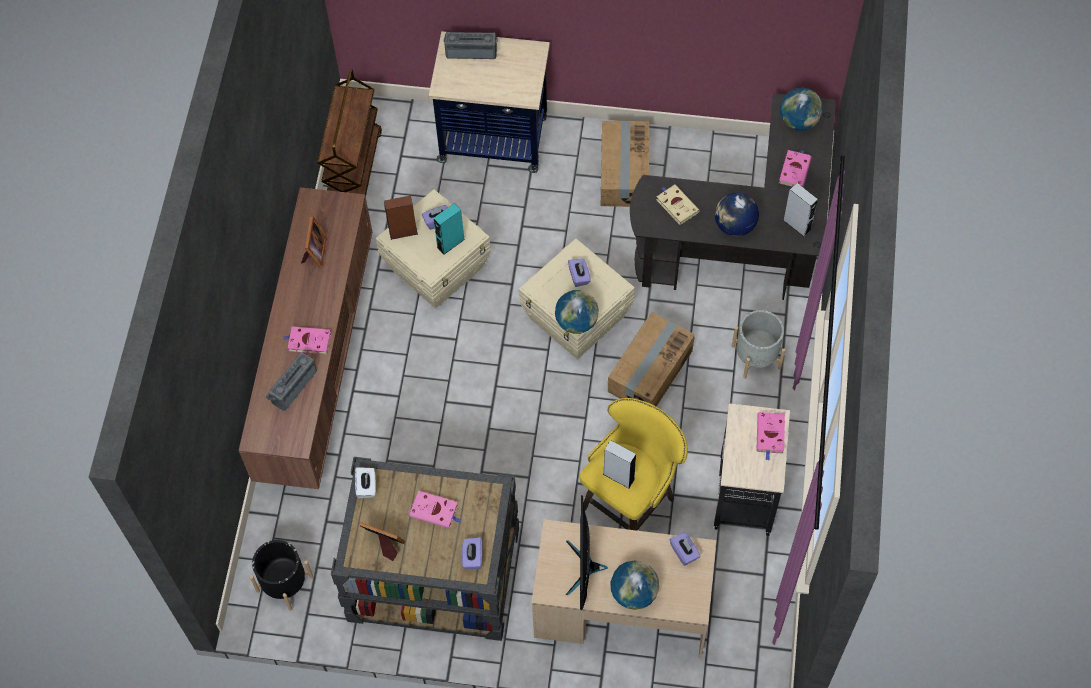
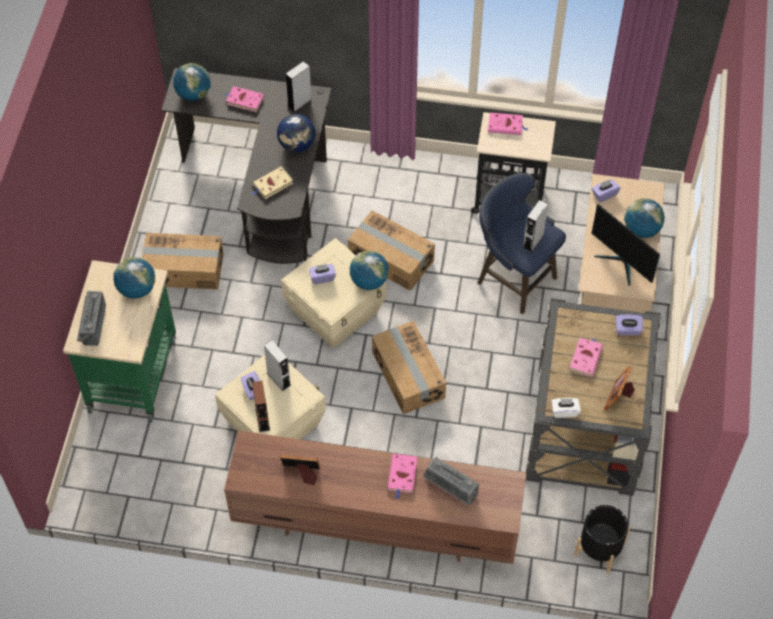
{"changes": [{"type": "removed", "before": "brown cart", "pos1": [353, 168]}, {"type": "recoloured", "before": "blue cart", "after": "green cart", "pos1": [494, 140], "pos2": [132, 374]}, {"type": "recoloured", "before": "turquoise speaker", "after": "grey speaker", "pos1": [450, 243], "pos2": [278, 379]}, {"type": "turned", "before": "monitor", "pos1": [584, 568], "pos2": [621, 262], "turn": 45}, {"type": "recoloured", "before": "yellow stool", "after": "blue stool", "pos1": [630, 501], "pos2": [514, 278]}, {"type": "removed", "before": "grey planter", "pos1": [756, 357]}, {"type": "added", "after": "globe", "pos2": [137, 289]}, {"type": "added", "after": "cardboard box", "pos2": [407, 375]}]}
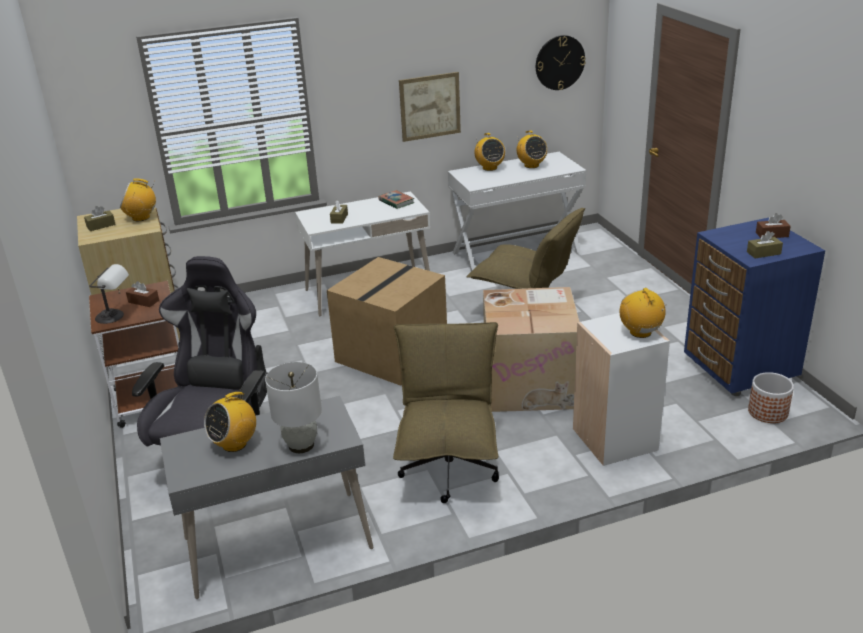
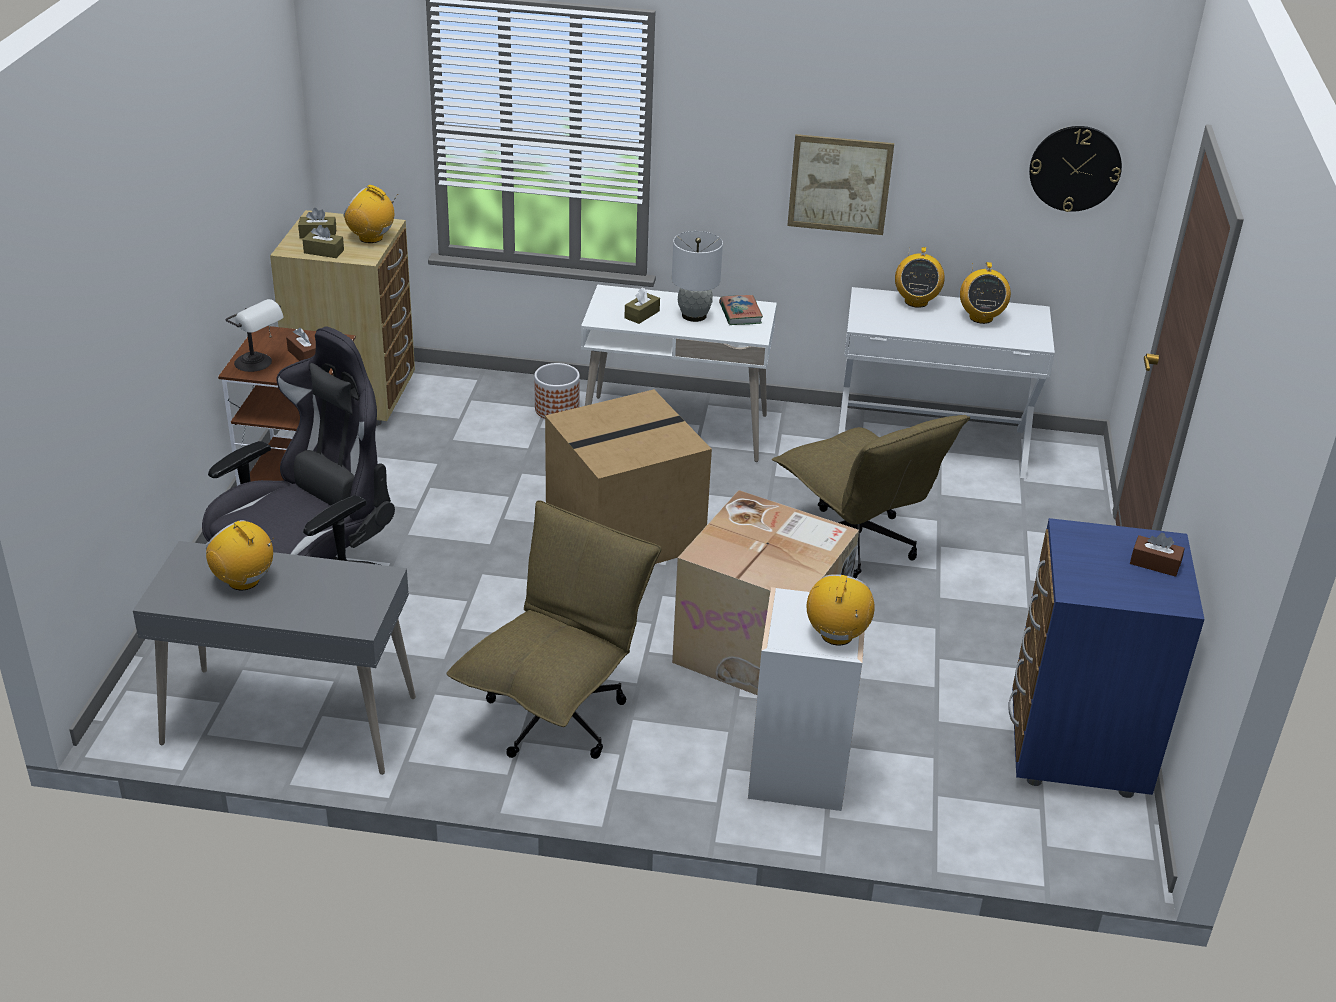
{"changes": [{"type": "turned", "before": "radio", "pos1": [234, 444], "pos2": [244, 581], "turn": 60}, {"type": "moved", "before": "white table lamp", "pos1": [301, 445], "pos2": [694, 315]}, {"type": "moved", "before": "brown tissue box", "pos1": [763, 253], "pos2": [324, 251]}, {"type": "moved", "before": "planter", "pos1": [768, 412], "pos2": [557, 409]}]}
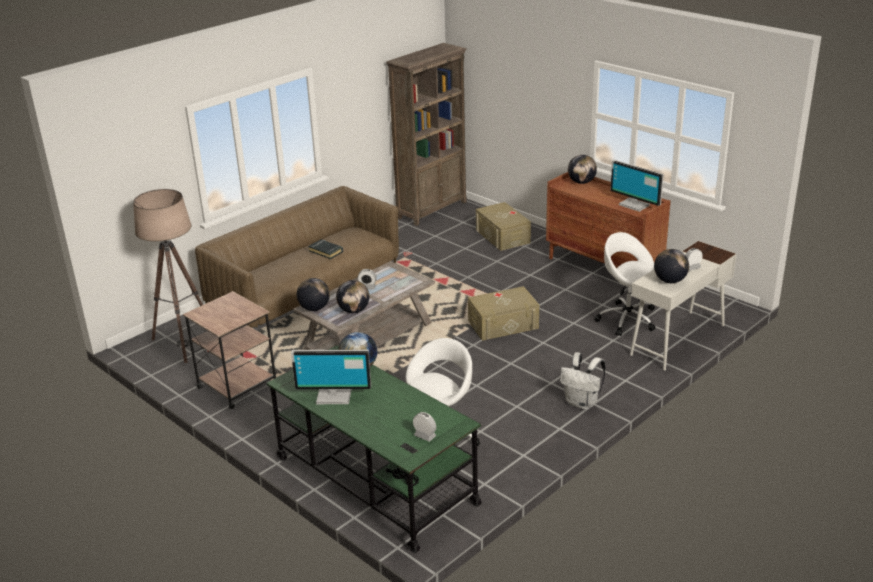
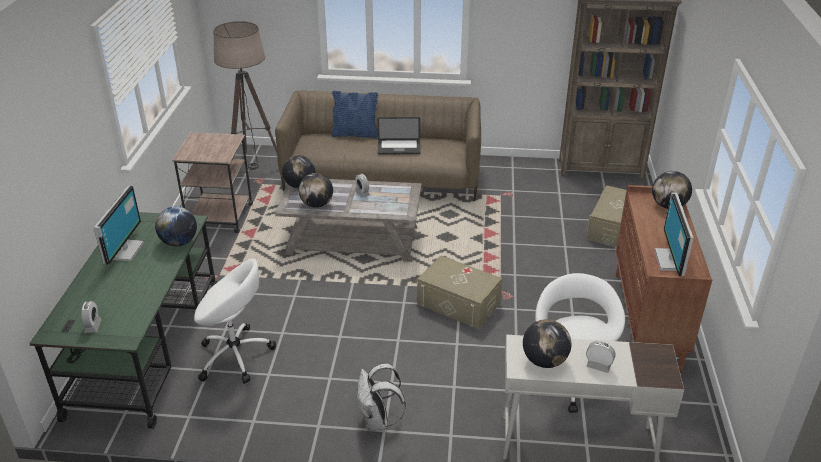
{"changes": [{"type": "turned", "before": "monitor", "pos1": [334, 396], "pos2": [124, 250], "turn": -135}, {"type": "replaced", "before": "black book", "after": "laptop", "pos1": [326, 251], "pos2": [399, 148]}, {"type": "added", "after": "blue pillow", "pos2": [355, 134]}]}
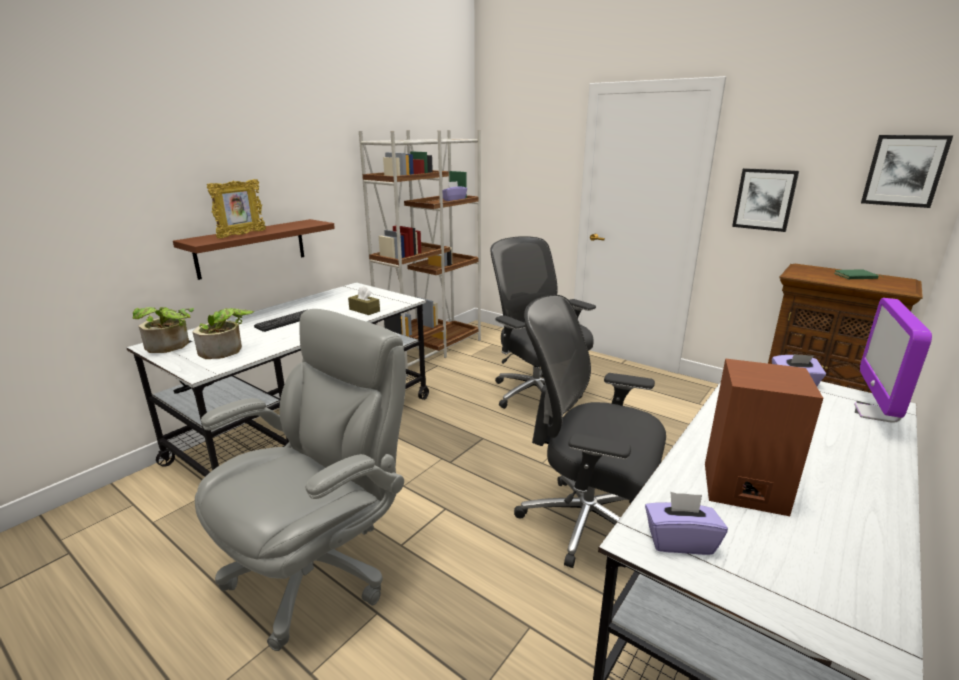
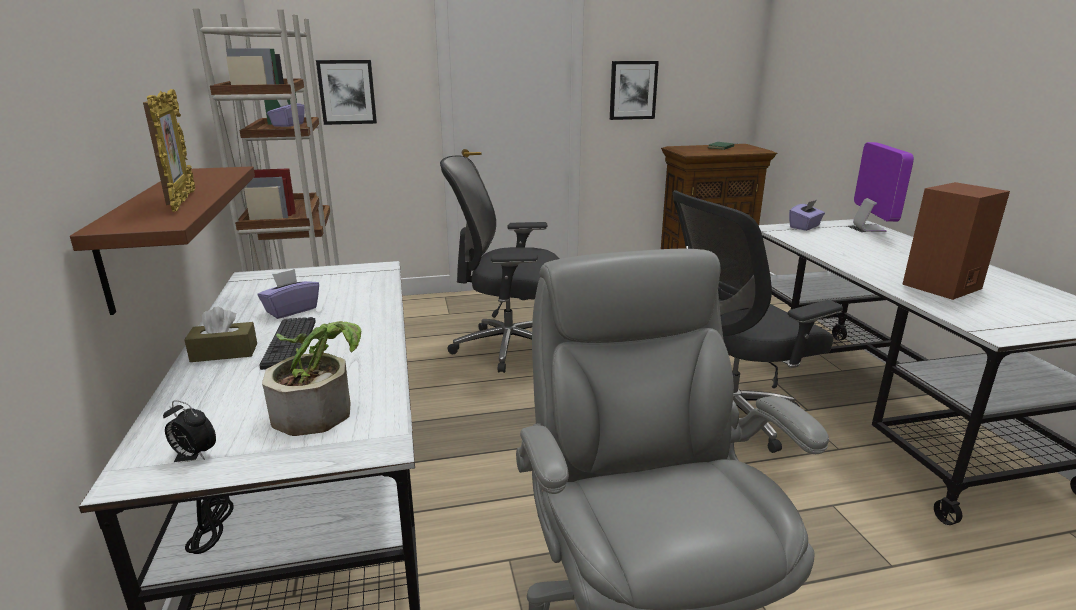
{"changes": [{"type": "replaced", "before": "potted plant", "after": "alarm clock", "pos1": [170, 347], "pos2": [194, 455]}, {"type": "moved", "before": "brown tissue box", "pos1": [364, 310], "pos2": [224, 352]}, {"type": "moved", "before": "purple tissue box", "pos1": [679, 541], "pos2": [291, 310]}, {"type": "turned", "before": "monitor", "pos1": [875, 414], "pos2": [869, 229], "turn": -150}, {"type": "moved", "before": "picture", "pos1": [904, 170], "pos2": [347, 92]}]}
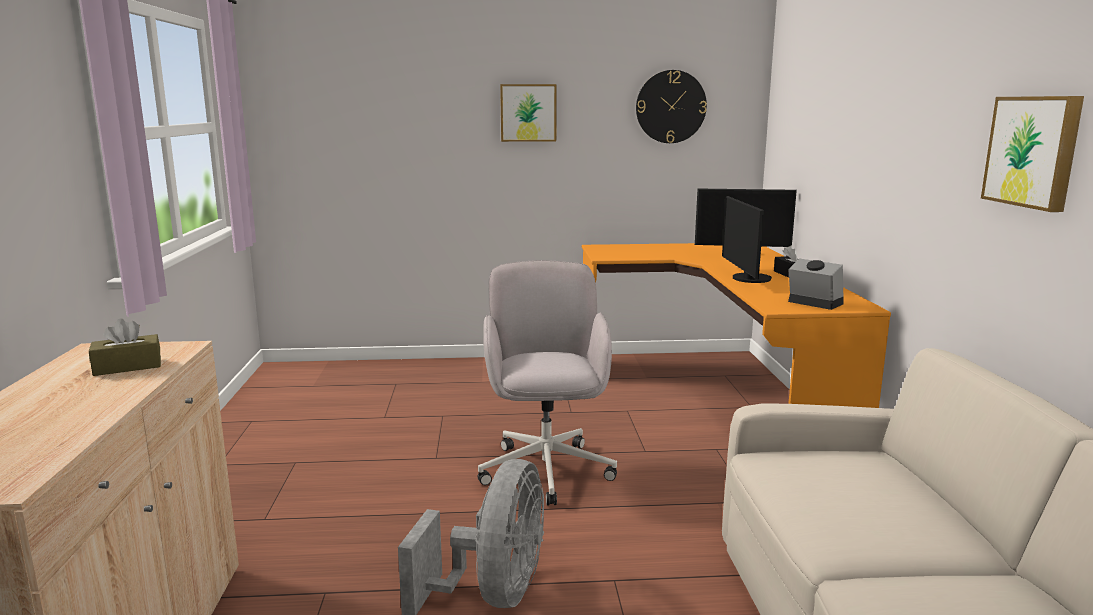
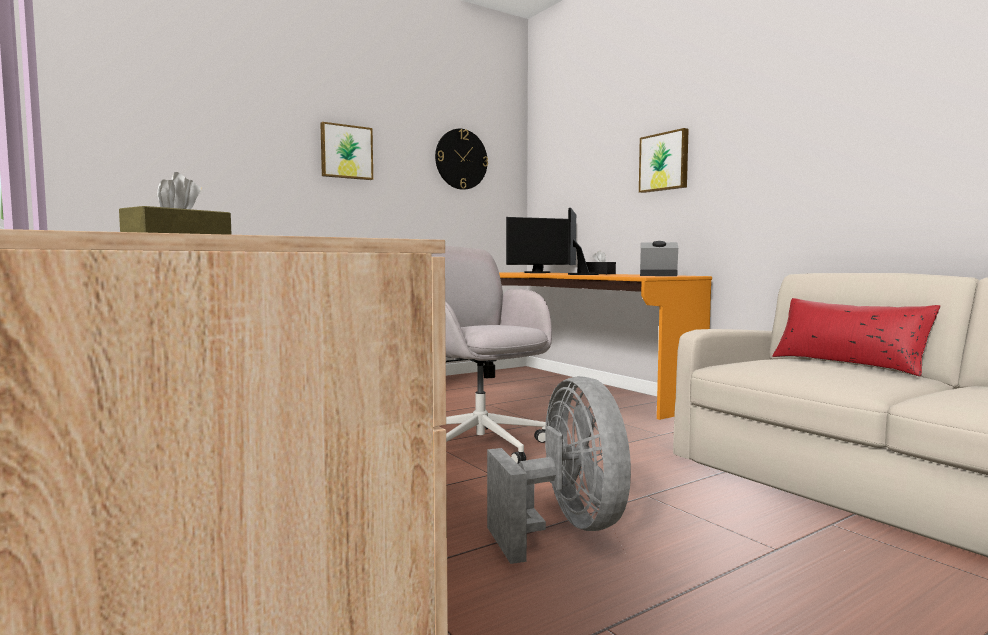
{"changes": [{"type": "turned", "before": "monitor", "pos1": [747, 278], "pos2": [579, 274], "turn": 45}, {"type": "moved", "before": "picture", "pos1": [1034, 151], "pos2": [664, 162]}, {"type": "added", "after": "red pillow", "pos2": [847, 364]}]}
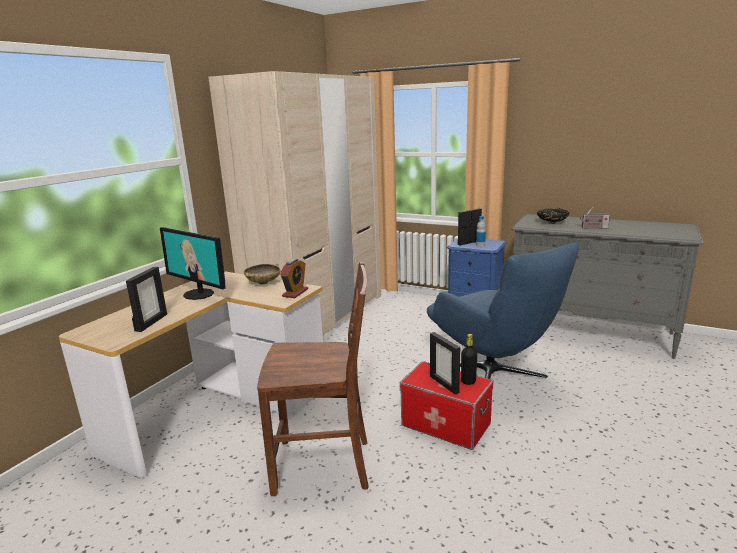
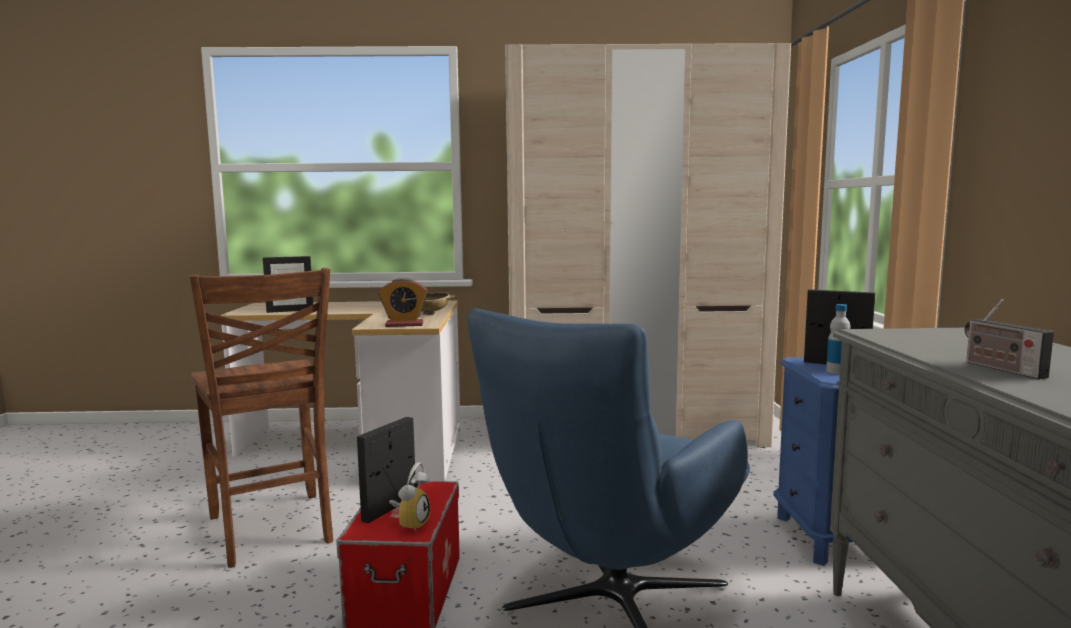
{"changes": [{"type": "removed", "before": "monitor", "pos1": [199, 294]}, {"type": "replaced", "before": "black bottle", "after": "alarm clock", "pos1": [468, 381], "pos2": [410, 524]}, {"type": "removed", "before": "black bowl", "pos1": [551, 223]}]}
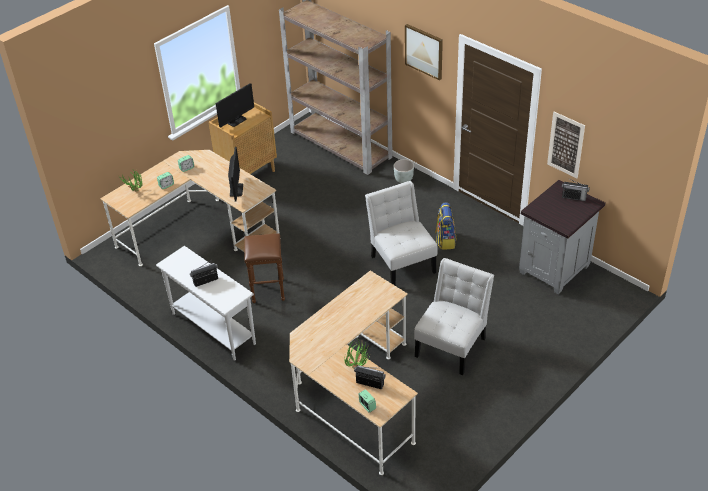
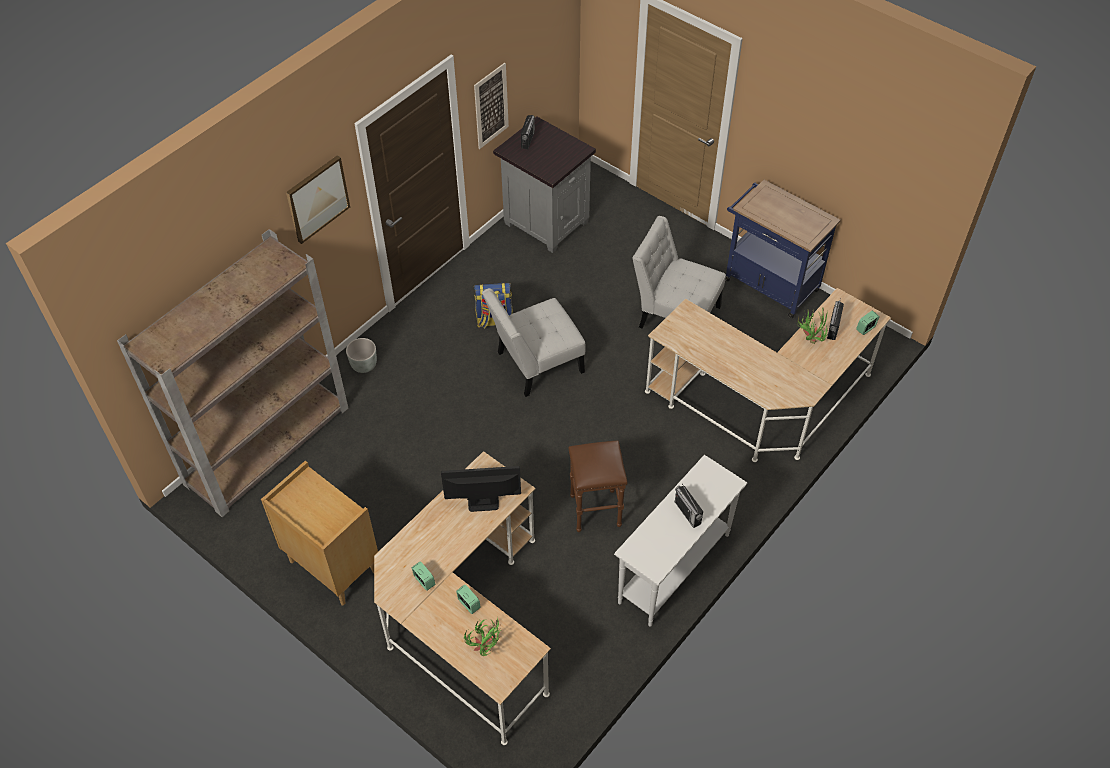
{"changes": [{"type": "removed", "before": "monitor", "pos1": [236, 120]}, {"type": "added", "after": "blue cart", "pos2": [768, 284]}]}
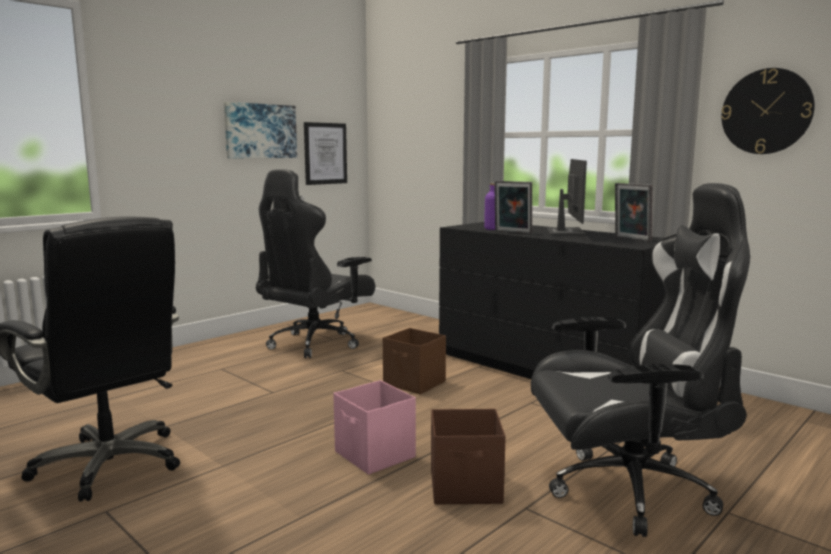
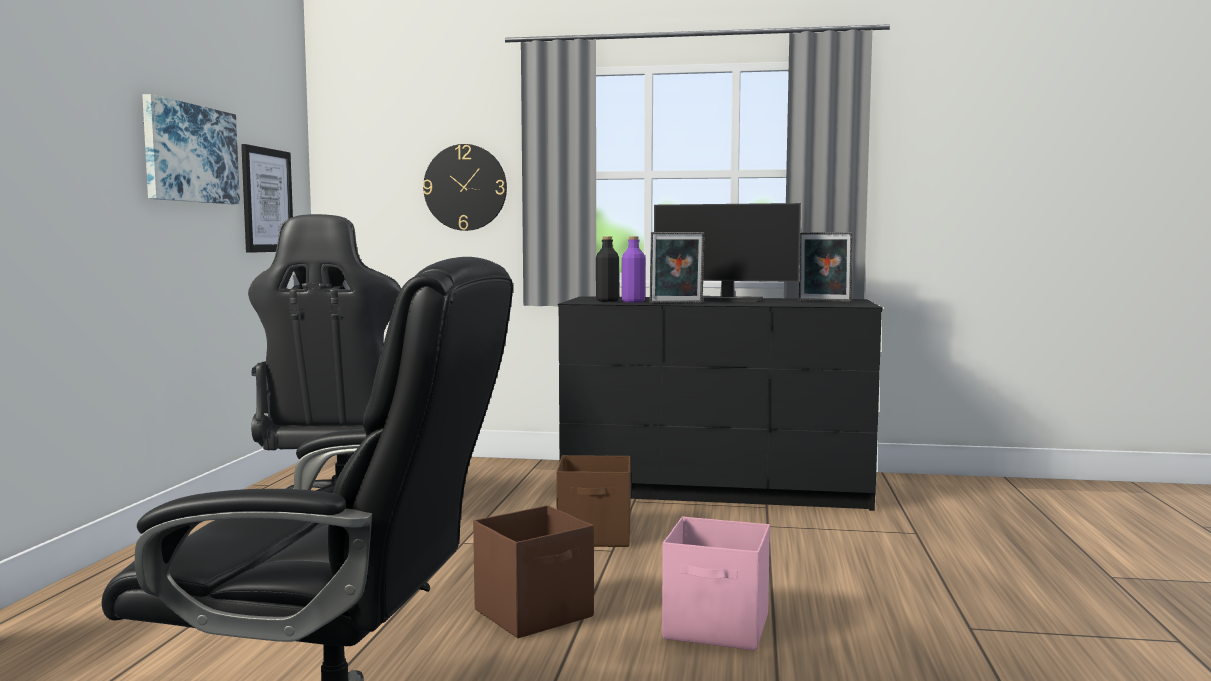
{"changes": [{"type": "moved", "before": "brown storage box", "pos1": [466, 488], "pos2": [535, 613]}, {"type": "removed", "before": "black office chair", "pos1": [621, 492]}, {"type": "turned", "before": "monitor", "pos1": [564, 232], "pos2": [728, 300], "turn": 135}, {"type": "moved", "before": "wall clock", "pos1": [766, 111], "pos2": [465, 187]}, {"type": "added", "after": "black bottle", "pos2": [607, 300]}]}
